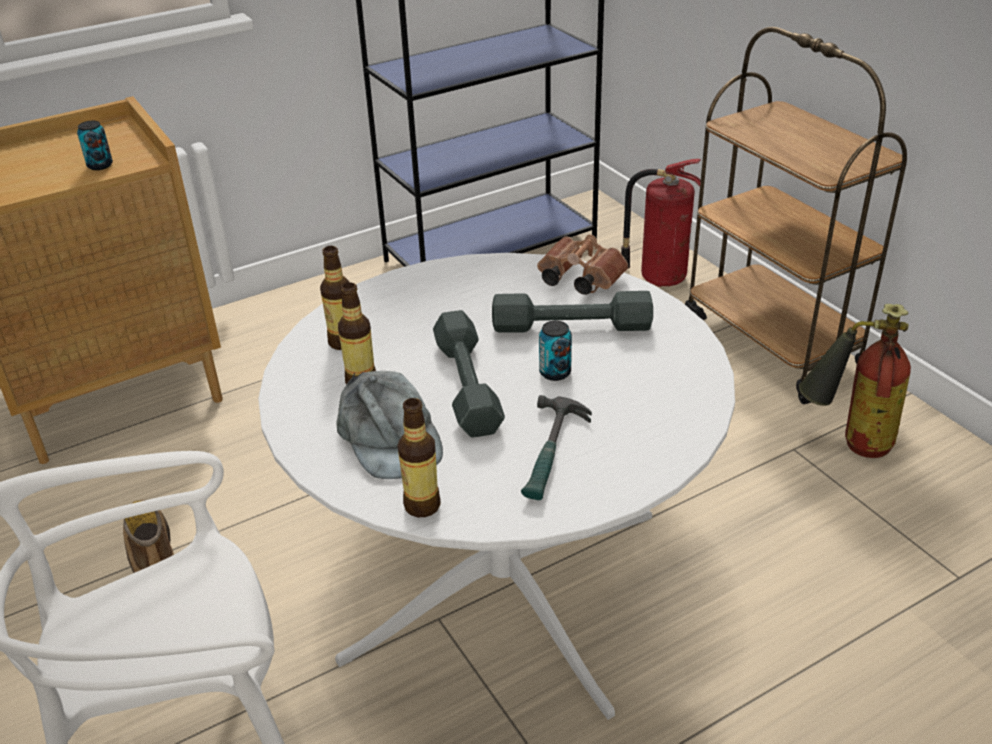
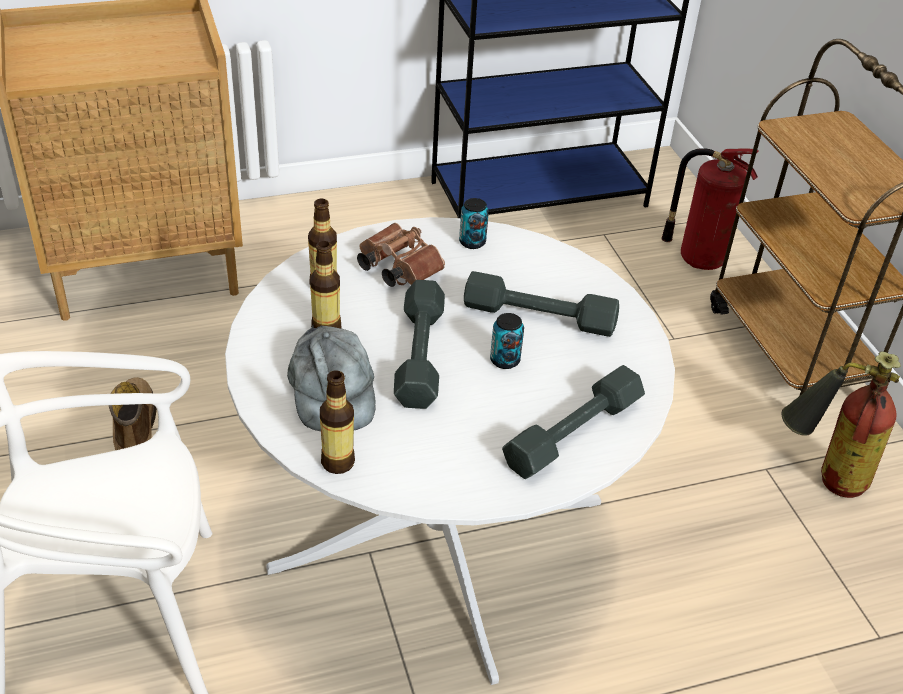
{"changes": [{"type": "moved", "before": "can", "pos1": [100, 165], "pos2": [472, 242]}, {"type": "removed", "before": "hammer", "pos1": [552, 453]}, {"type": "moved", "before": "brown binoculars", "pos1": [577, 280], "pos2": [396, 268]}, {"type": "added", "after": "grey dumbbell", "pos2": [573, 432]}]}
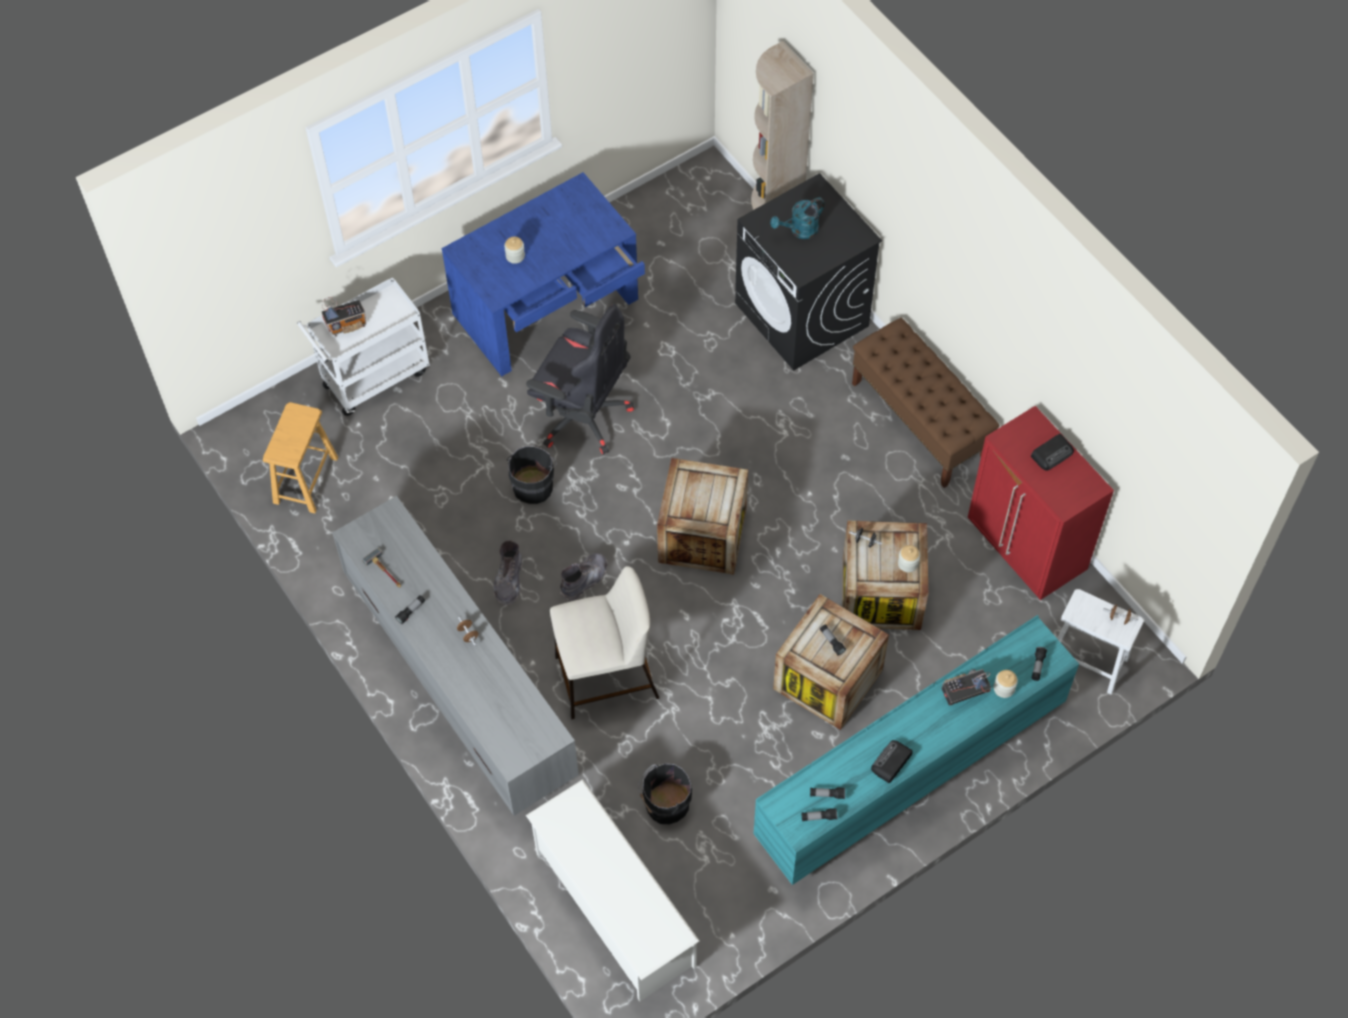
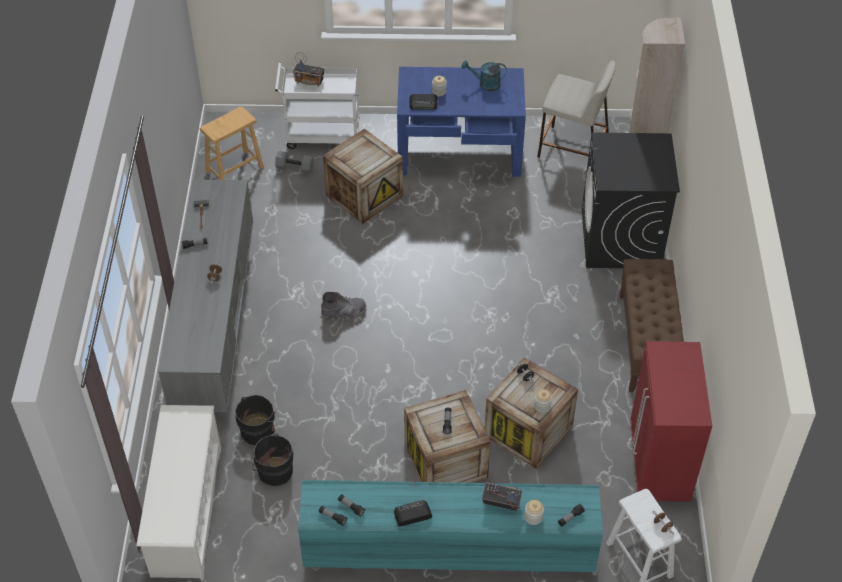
{"changes": [{"type": "removed", "before": "grey boot", "pos1": [509, 581]}, {"type": "moved", "before": "black bucket", "pos1": [533, 485], "pos2": [259, 430]}, {"type": "removed", "before": "black office chair", "pos1": [581, 415]}, {"type": "moved", "before": "beige stool", "pos1": [605, 678], "pos2": [572, 149]}, {"type": "moved", "before": "crate", "pos1": [702, 535], "pos2": [364, 195]}, {"type": "moved", "before": "turquoise watering can", "pos1": [799, 231], "pos2": [485, 84]}, {"type": "moved", "before": "radio", "pos1": [1052, 453], "pos2": [423, 104]}, {"type": "added", "after": "grey dumbbell", "pos2": [294, 168]}]}
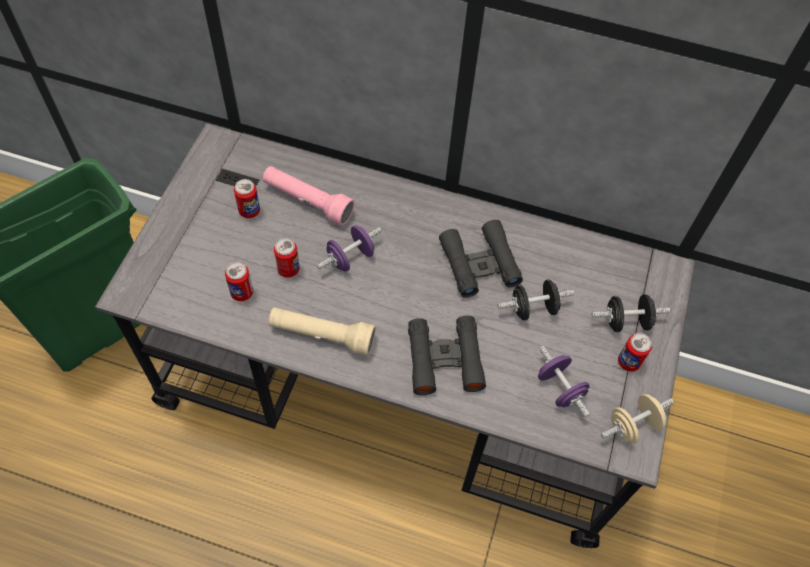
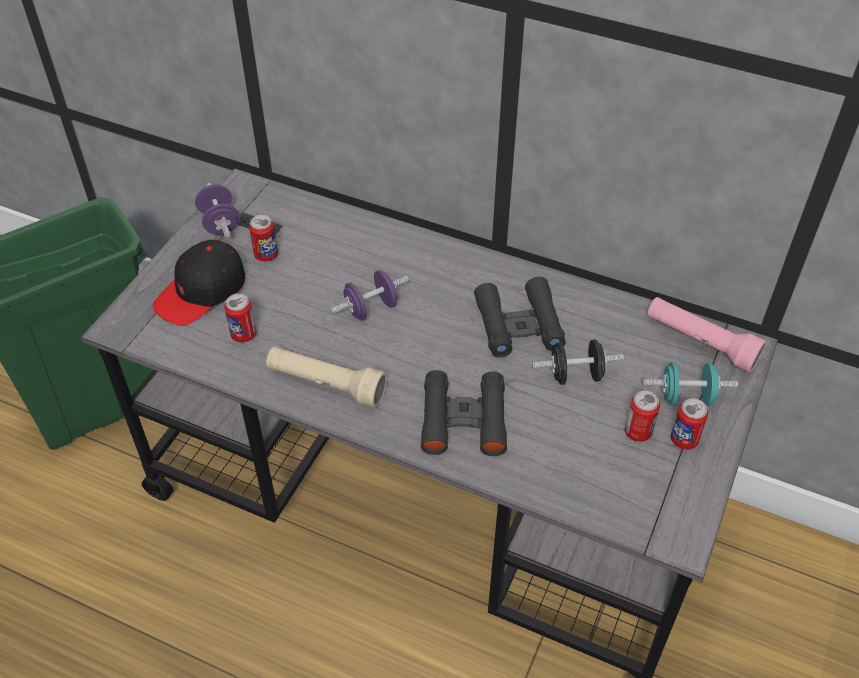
{"changes": [{"type": "moved", "before": "pink flashlight", "pos1": [307, 201], "pos2": [700, 342]}, {"type": "moved", "before": "can", "pos1": [288, 269], "pos2": [638, 432]}, {"type": "moved", "before": "purple dumbbell", "pos1": [559, 388], "pos2": [220, 223]}, {"type": "recoloured", "before": "black dumbbell", "after": "turquoise dumbbell", "pos1": [626, 321], "pos2": [686, 397]}, {"type": "removed", "before": "beige dumbbell", "pos1": [633, 426]}, {"type": "added", "after": "black cap", "pos2": [201, 291]}]}
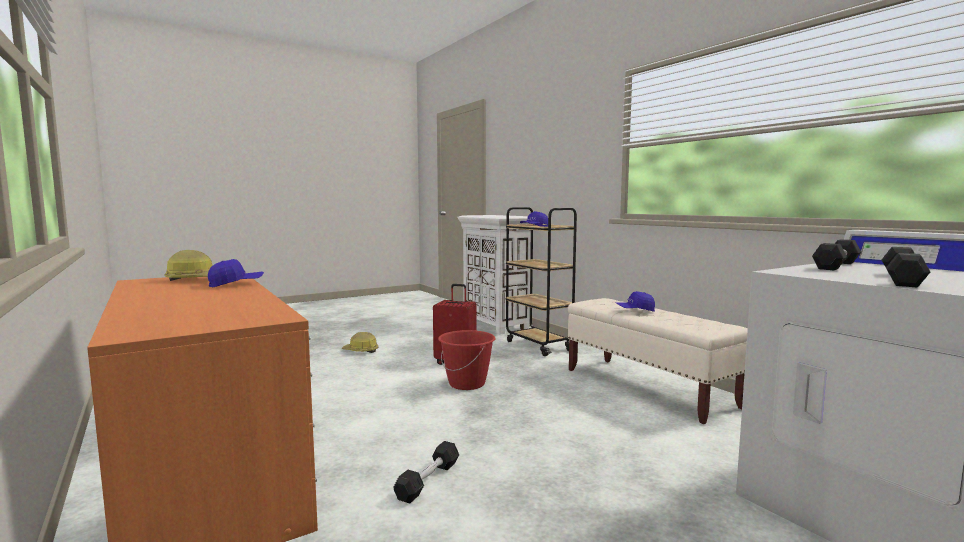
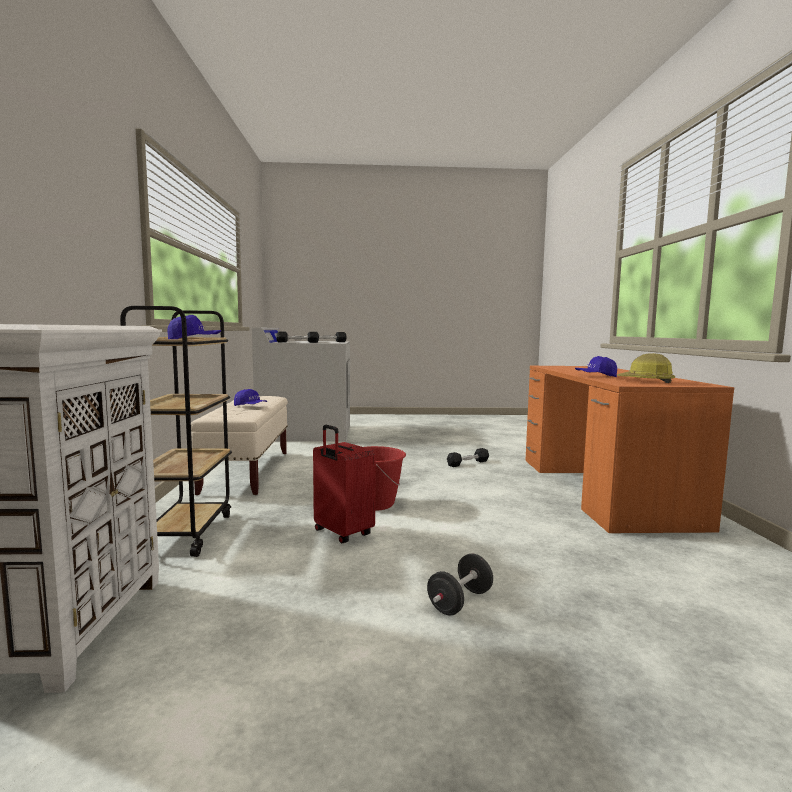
{"changes": [{"type": "replaced", "before": "hard hat", "after": "black dumbbell", "pos1": [360, 351], "pos2": [460, 602]}]}
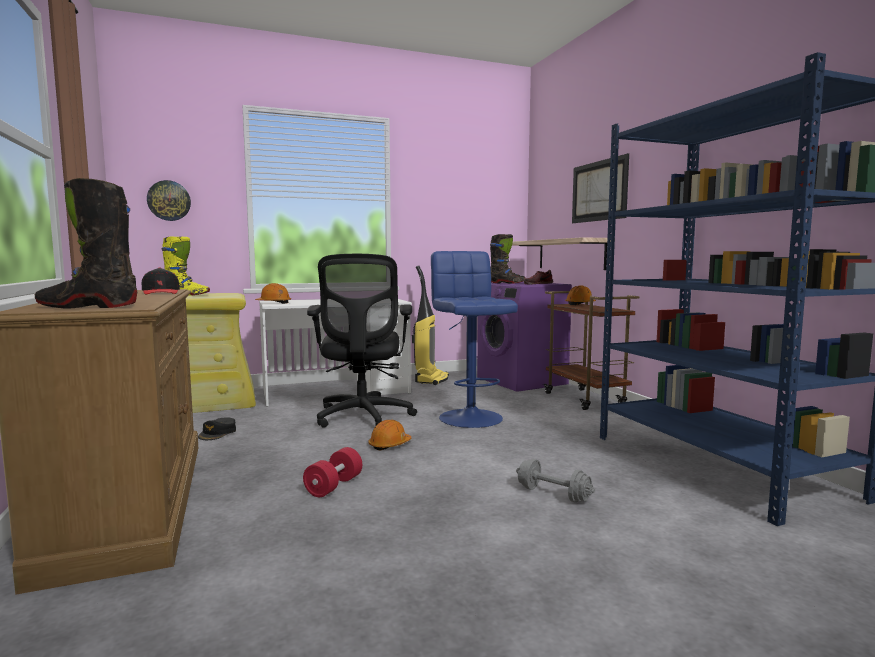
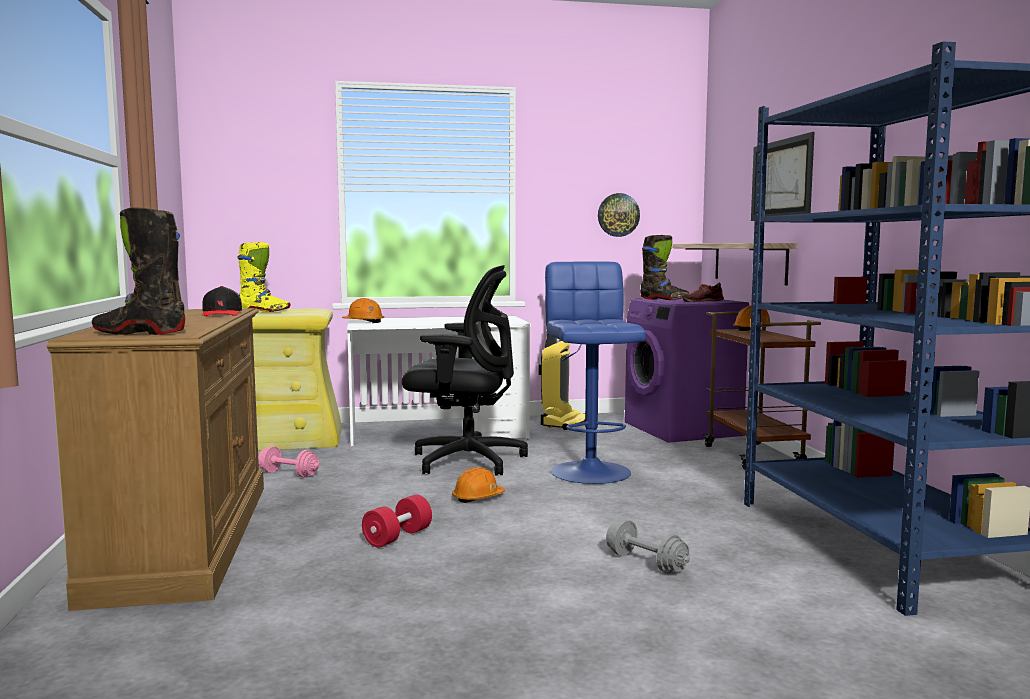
{"changes": [{"type": "moved", "before": "wall clock", "pos1": [169, 200], "pos2": [618, 215]}, {"type": "replaced", "before": "black cap", "after": "pink dumbbell", "pos1": [218, 433], "pos2": [288, 474]}, {"type": "turned", "before": "black office chair", "pos1": [363, 414], "pos2": [460, 461], "turn": -90}]}
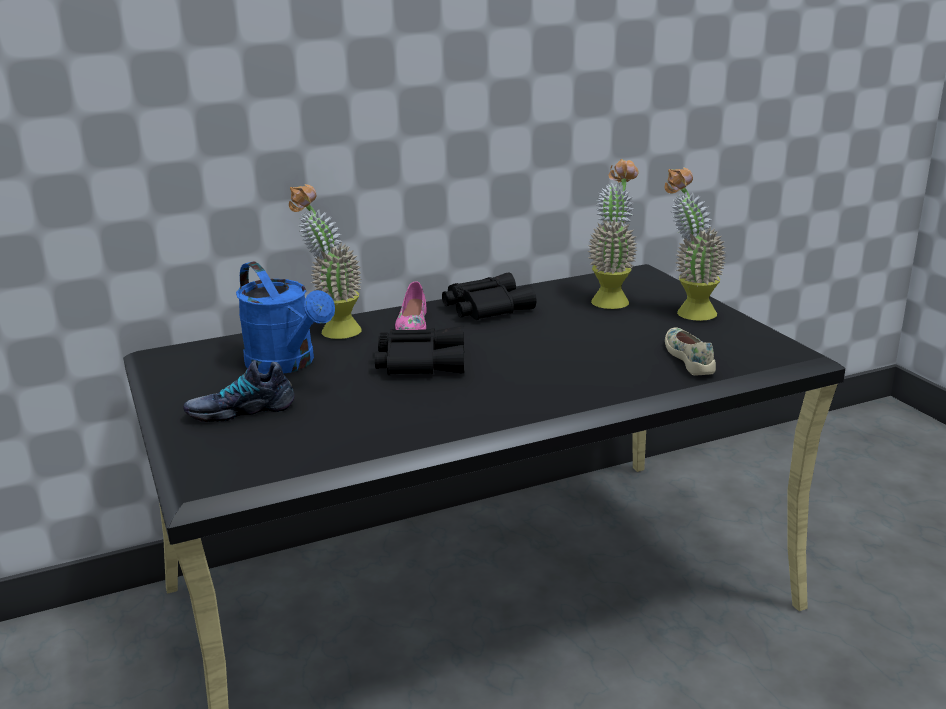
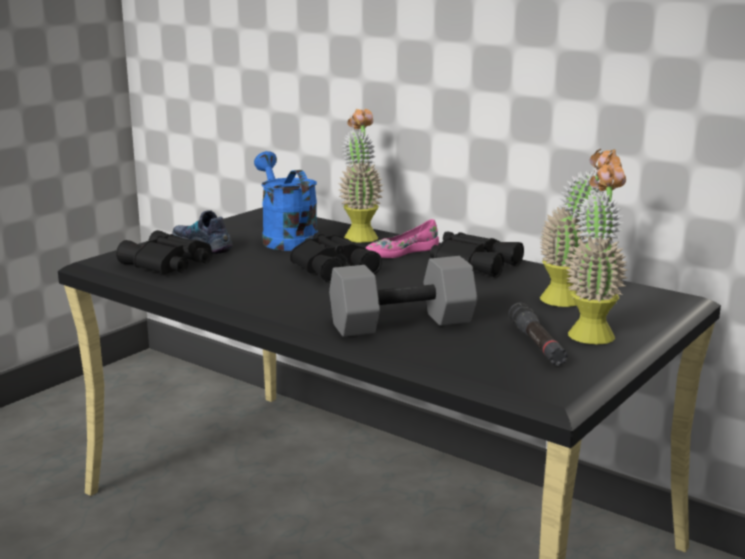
{"changes": [{"type": "turned", "before": "blue watering can", "pos1": [287, 364], "pos2": [285, 239], "turn": 135}, {"type": "removed", "before": "beige shoe", "pos1": [690, 358]}, {"type": "added", "after": "black binoculars", "pos2": [167, 265]}, {"type": "added", "after": "grey dumbbell", "pos2": [401, 324]}, {"type": "added", "after": "black flashlight", "pos2": [537, 344]}]}
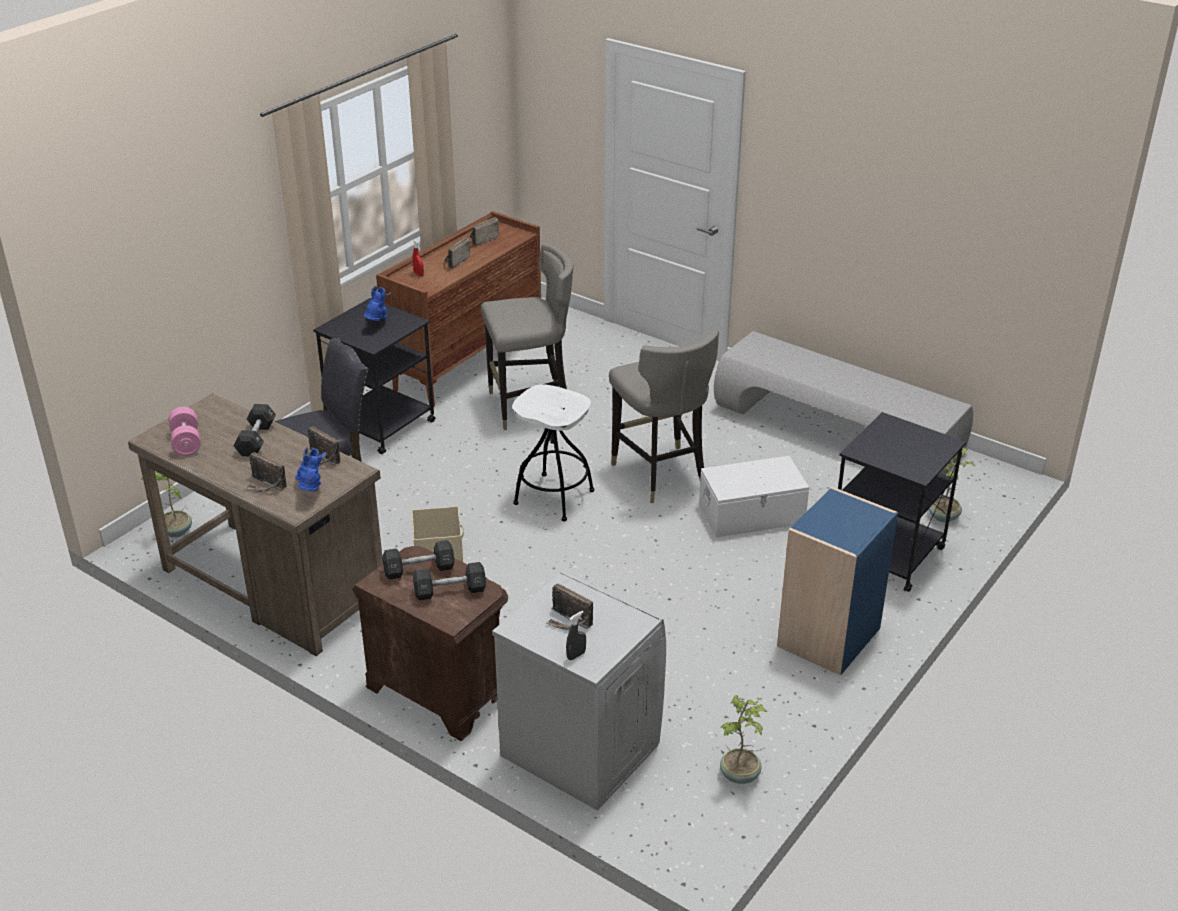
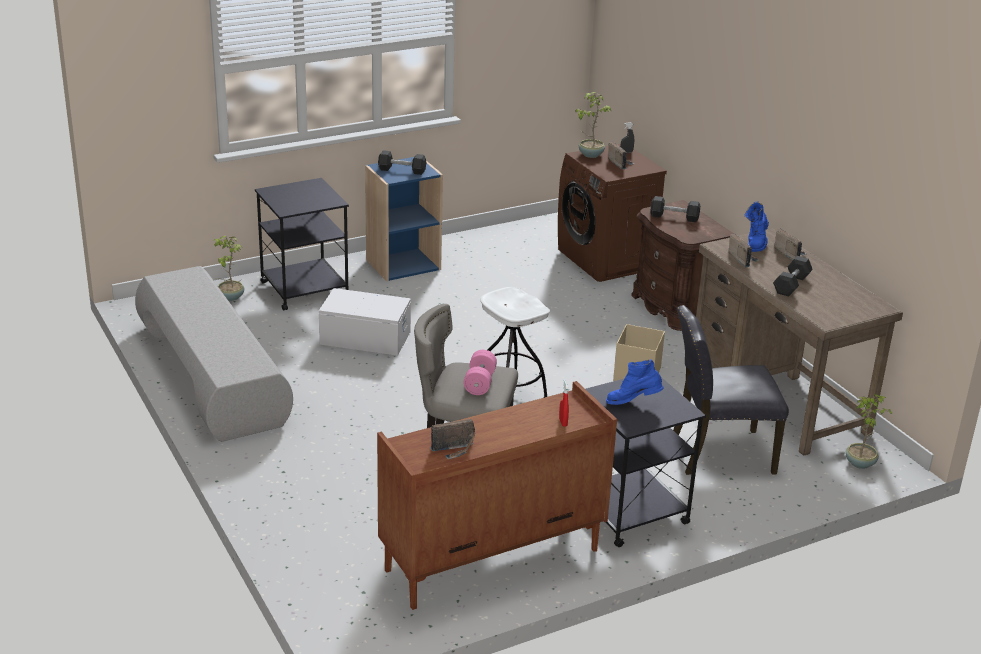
{"changes": [{"type": "moved", "before": "pink dumbbell", "pos1": [186, 442], "pos2": [480, 383]}, {"type": "turned", "before": "blue boot", "pos1": [377, 322], "pos2": [633, 403], "turn": 60}, {"type": "moved", "before": "black dumbbell", "pos1": [419, 569], "pos2": [402, 170]}, {"type": "removed", "before": "radio", "pos1": [454, 262]}, {"type": "recoloured", "before": "white washing machine", "after": "brown washing machine", "pos1": [580, 751], "pos2": [605, 261]}, {"type": "removed", "before": "grey stool", "pos1": [661, 475]}, {"type": "moved", "before": "potted plant", "pos1": [741, 775], "pos2": [590, 154]}]}
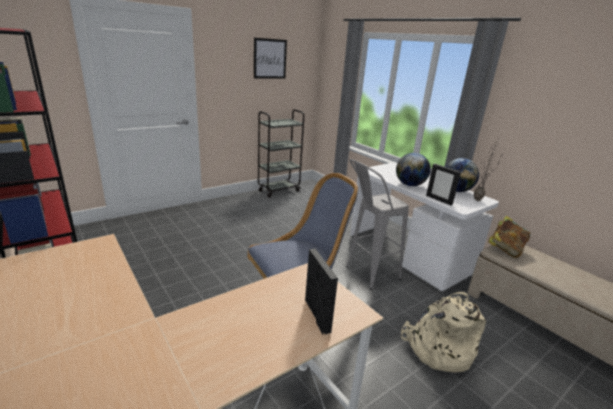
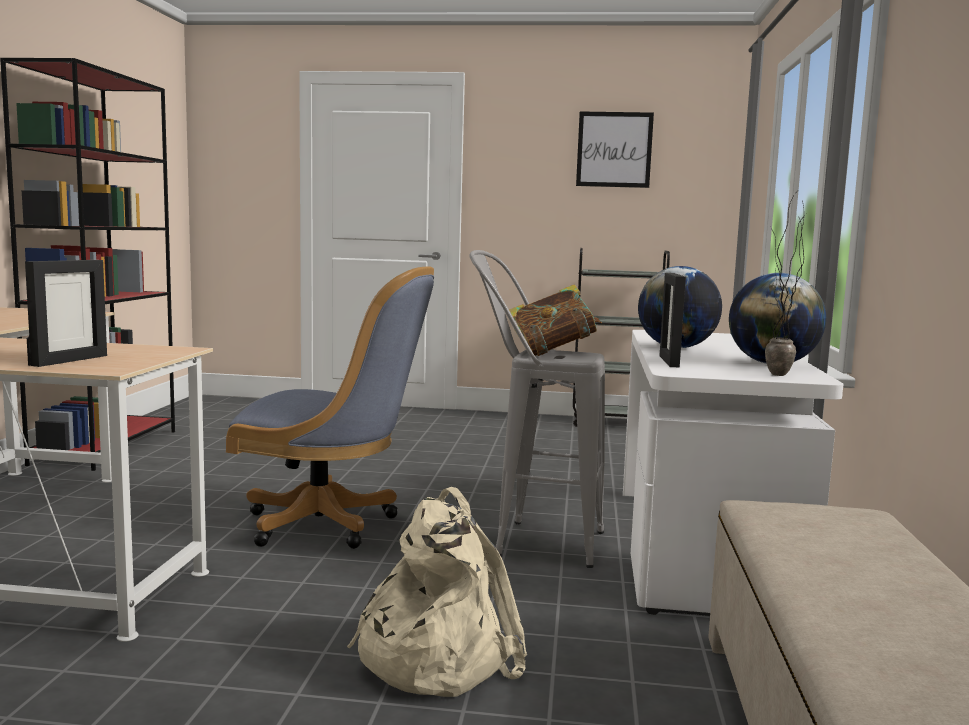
{"changes": [{"type": "moved", "before": "book", "pos1": [505, 249], "pos2": [552, 353]}]}
